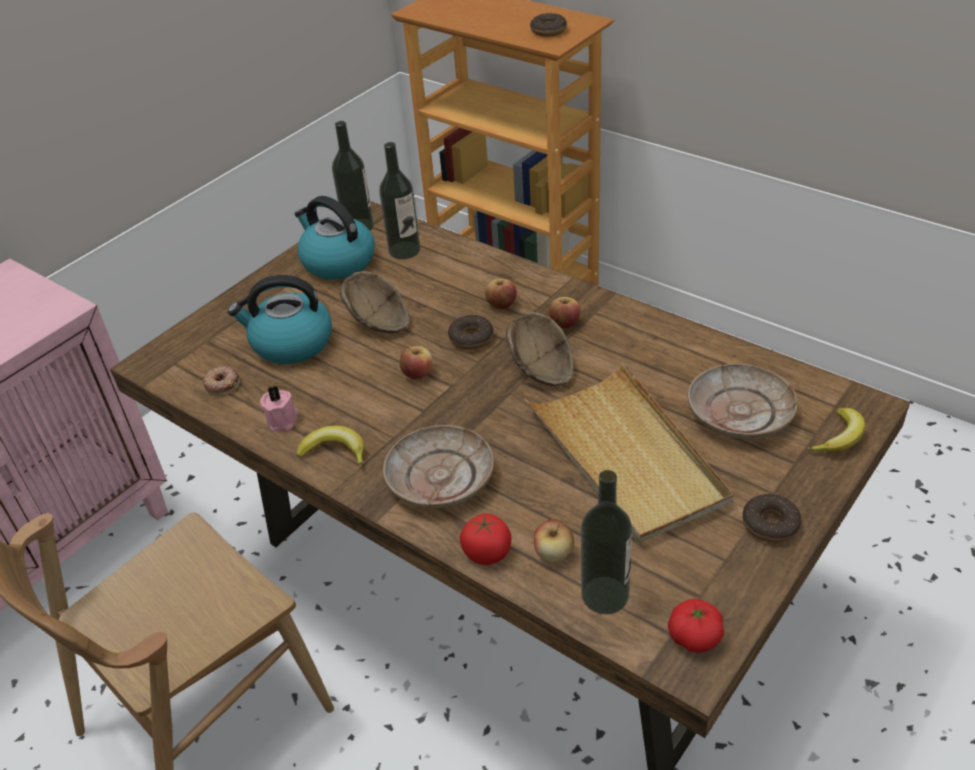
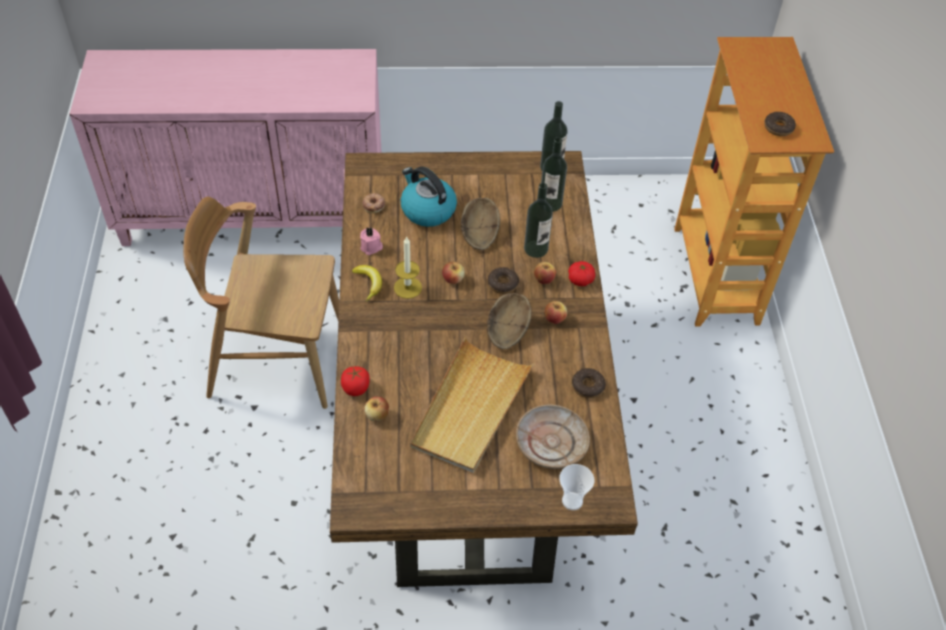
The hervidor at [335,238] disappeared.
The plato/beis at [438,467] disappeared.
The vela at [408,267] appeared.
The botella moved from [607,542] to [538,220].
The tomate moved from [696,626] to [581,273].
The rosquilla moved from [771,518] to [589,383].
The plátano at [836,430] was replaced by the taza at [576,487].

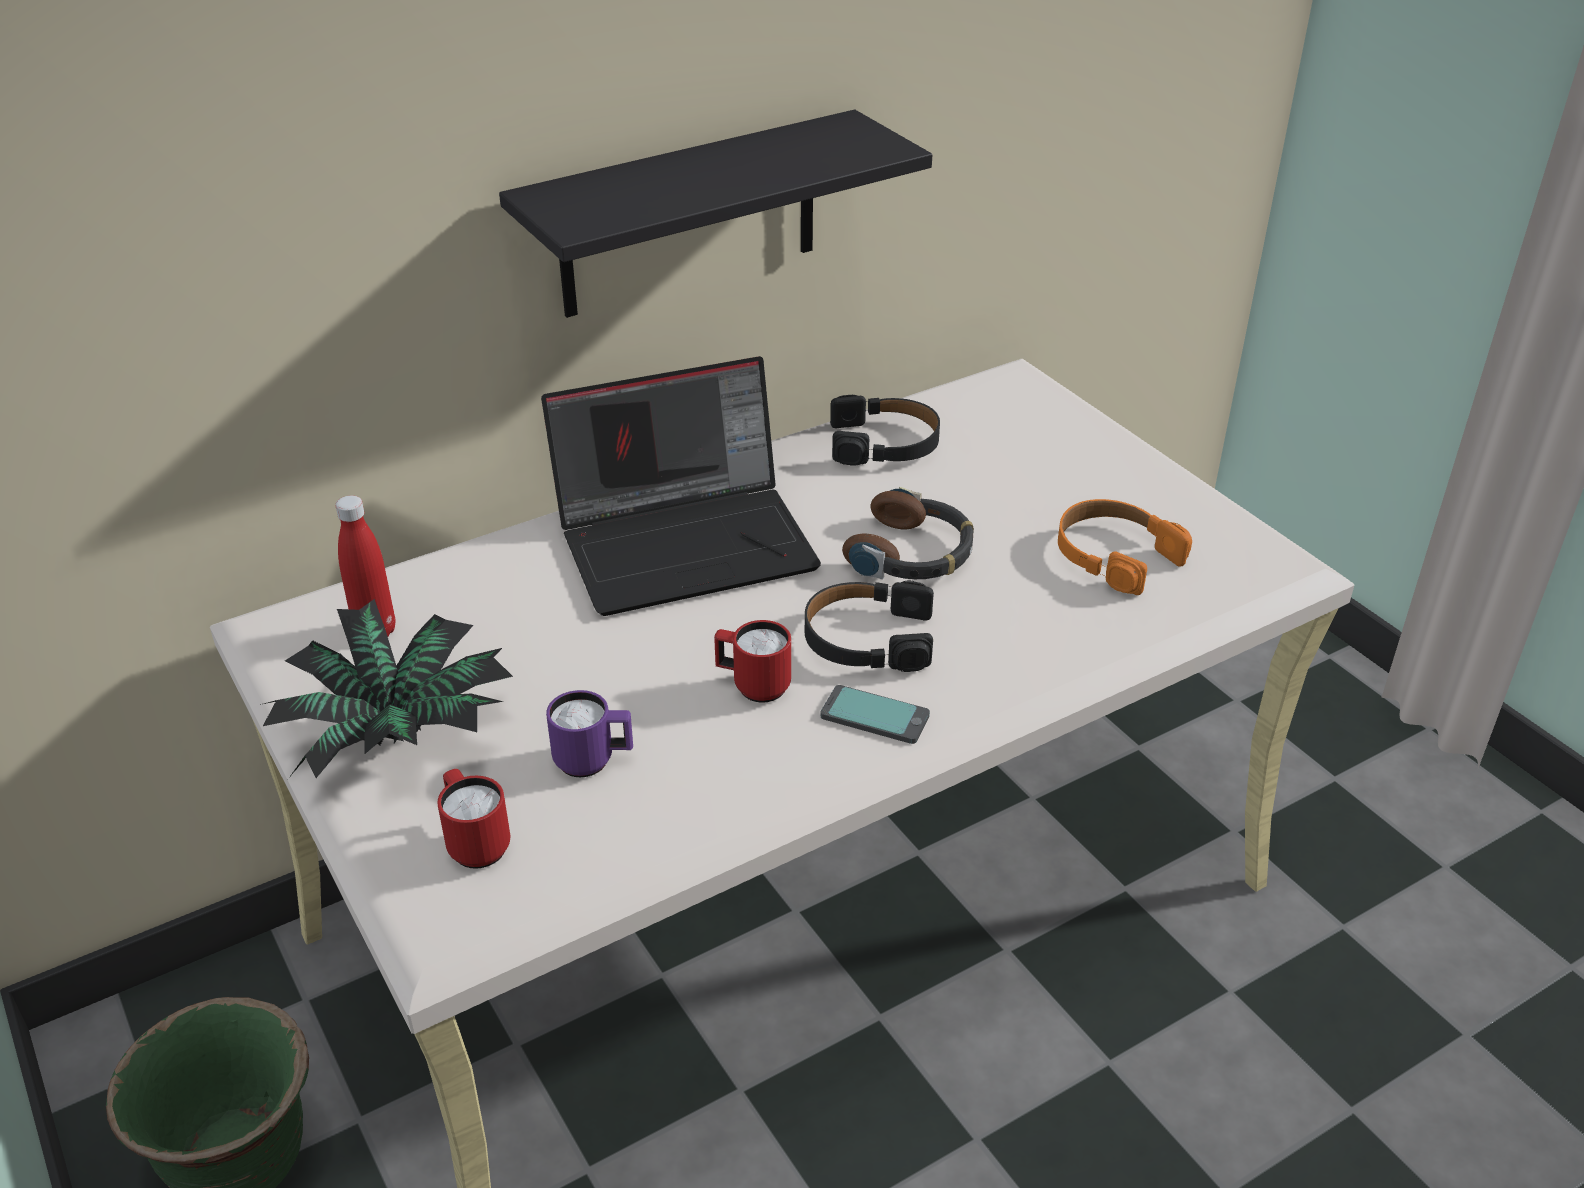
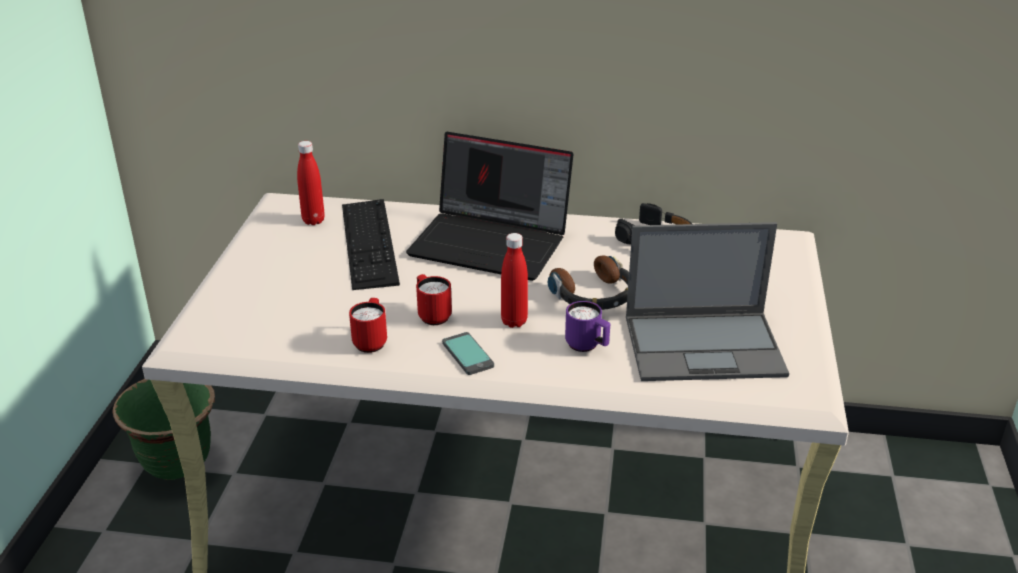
The planta en maceta at [386,689] disappeared.
The estante/negro at [715,214] disappeared.
The teclado at [371,244] appeared.
The taza grande/rojo moved from [473,819] to [368,325].
The taza grande/morado moved from [589,733] to [587,326].
The auriculares/negro at [869,626] was replaced by the botella/rojo at [514,280].
The auriculares/naranja at [1125,547] was replaced by the portátil at [707,301].

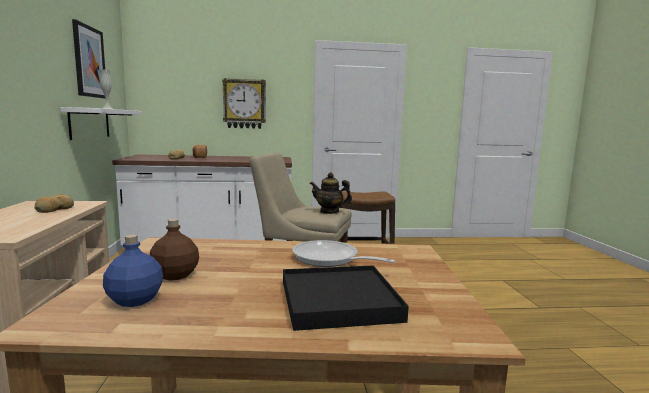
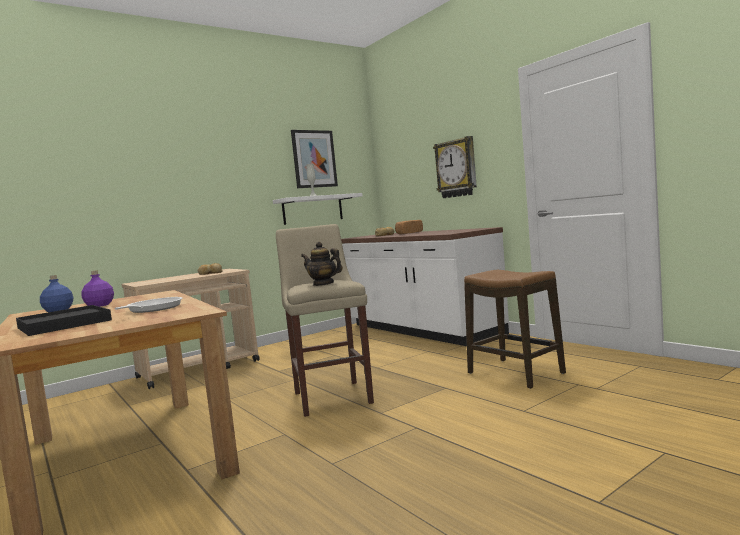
The botella/marrón at [174,249] became the botella/morado at [98,288].
The tetera at [331,193] turned 45 degrees counterclockwise.

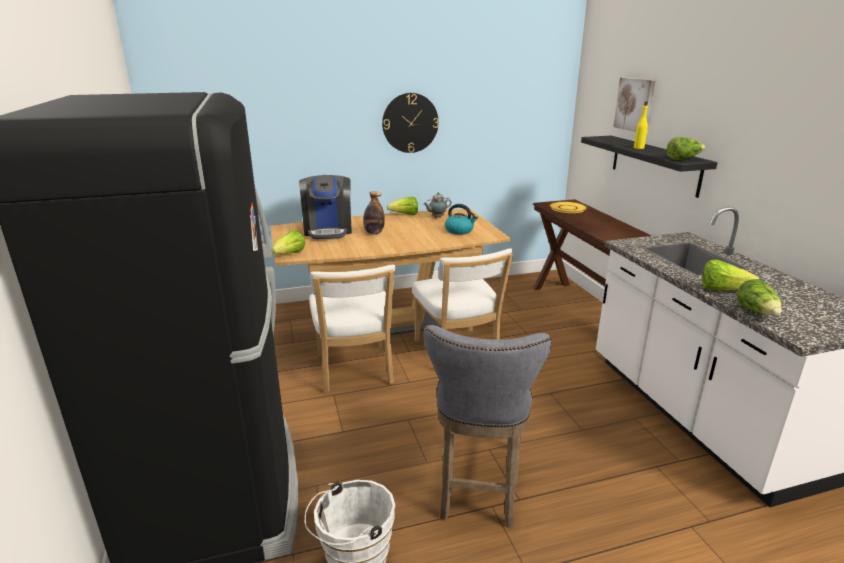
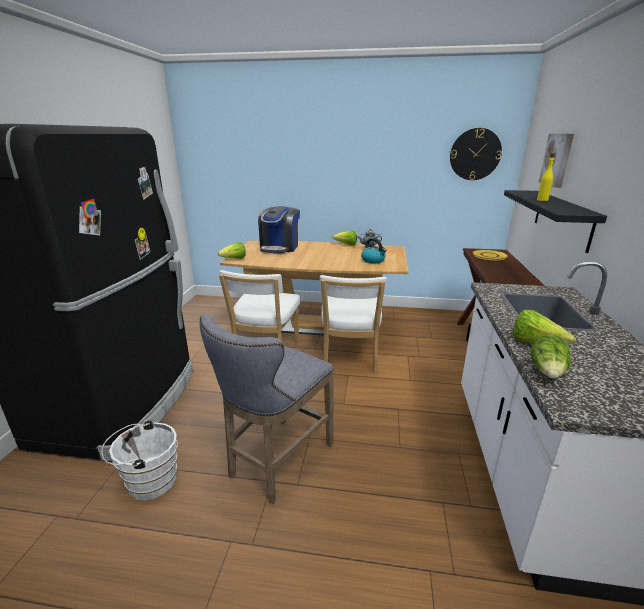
The botella at [374,212] disappeared.
The lechuga at [686,148] disappeared.
The reloj de pared moved from [410,123] to [476,154].

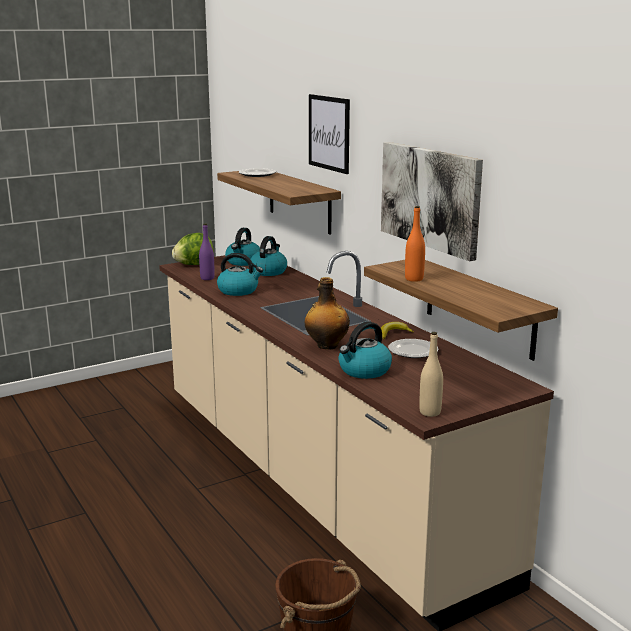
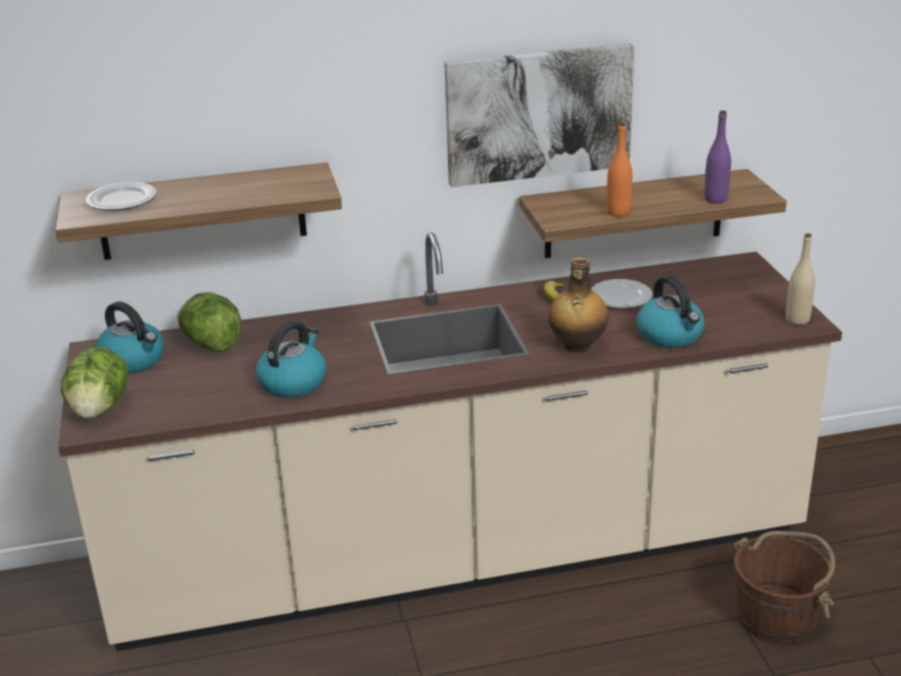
The cuadro at [329,134] disappeared.
The botella/morado moved from [207,252] to [717,156].
The hervidor at [269,256] was replaced by the lechuga at [209,322].

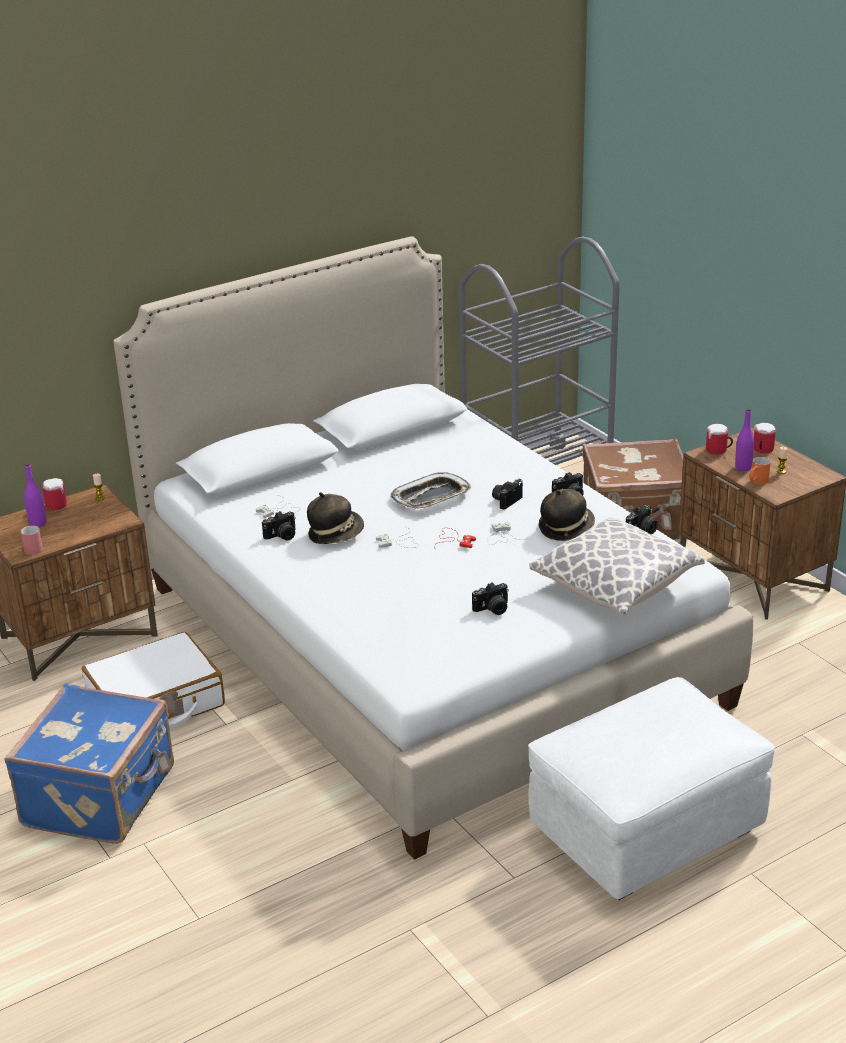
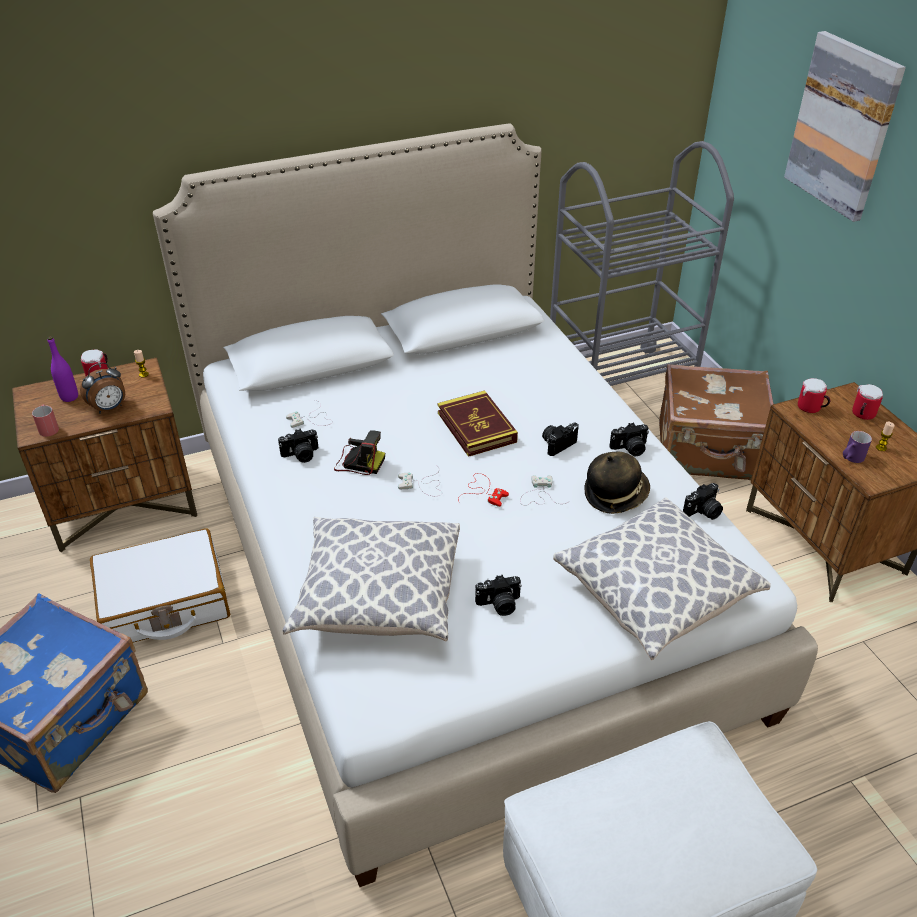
The botella/morado at [744,439] disappeared.
The despertador at [102,388] appeared.
The cojín at [371,579] appeared.
The cuadro at [845,126] appeared.
The sombrero at [335,518] was replaced by the cámara at [359,452].
The bandeja at [430,490] was replaced by the libro at [478,423].
The taza grande/naranja at [760,470] became the taza grande/morado at [857,447].

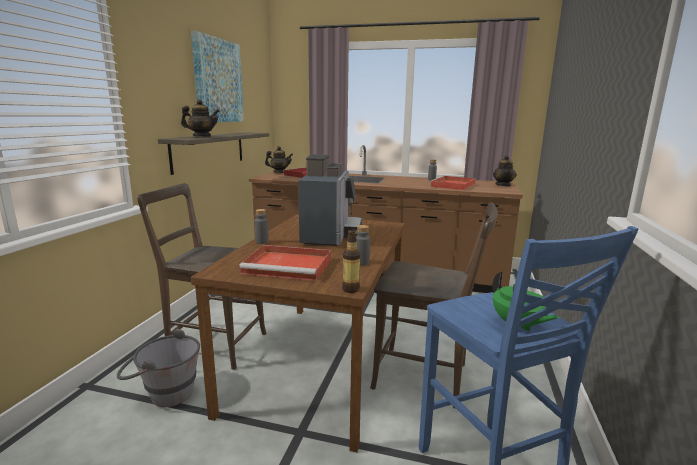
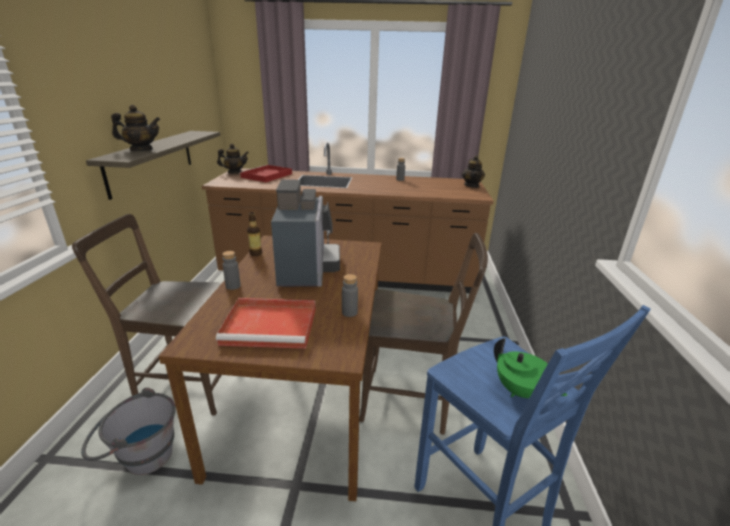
The cuadro at [217,76] disappeared.
The bandeja/rojo at [452,183] disappeared.
The botella moved from [351,261] to [254,234].

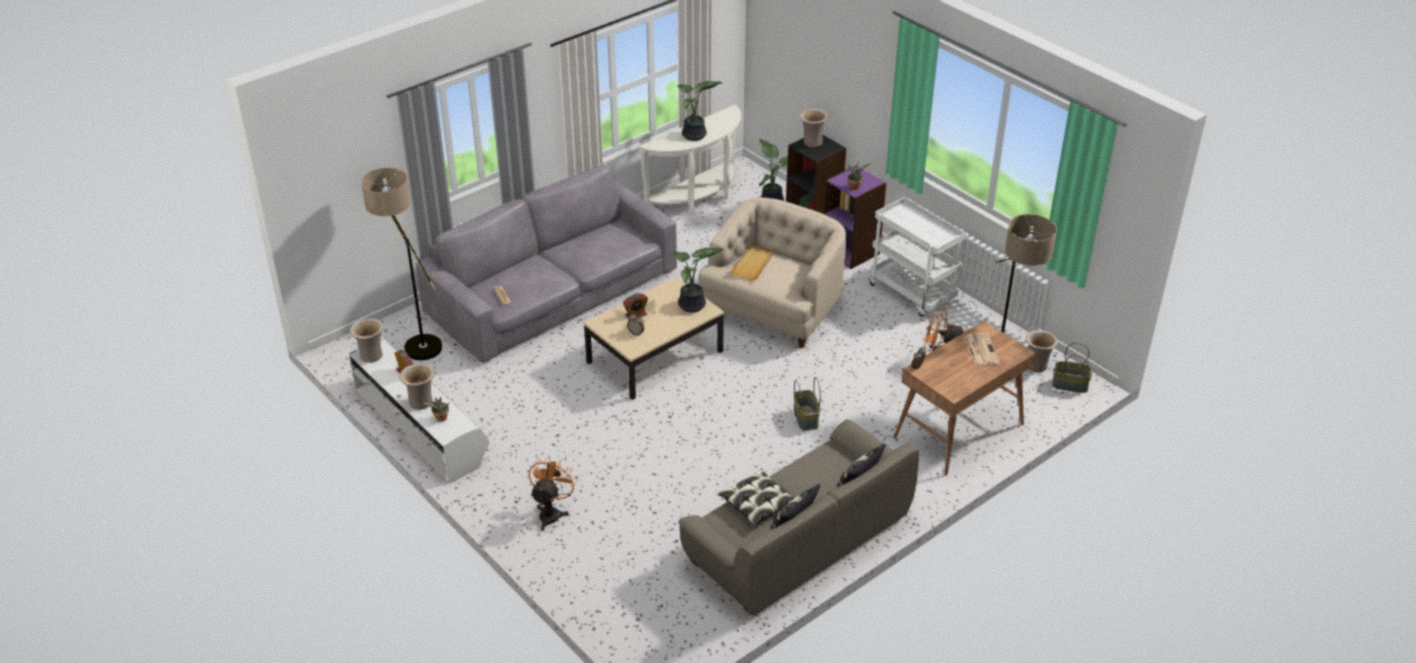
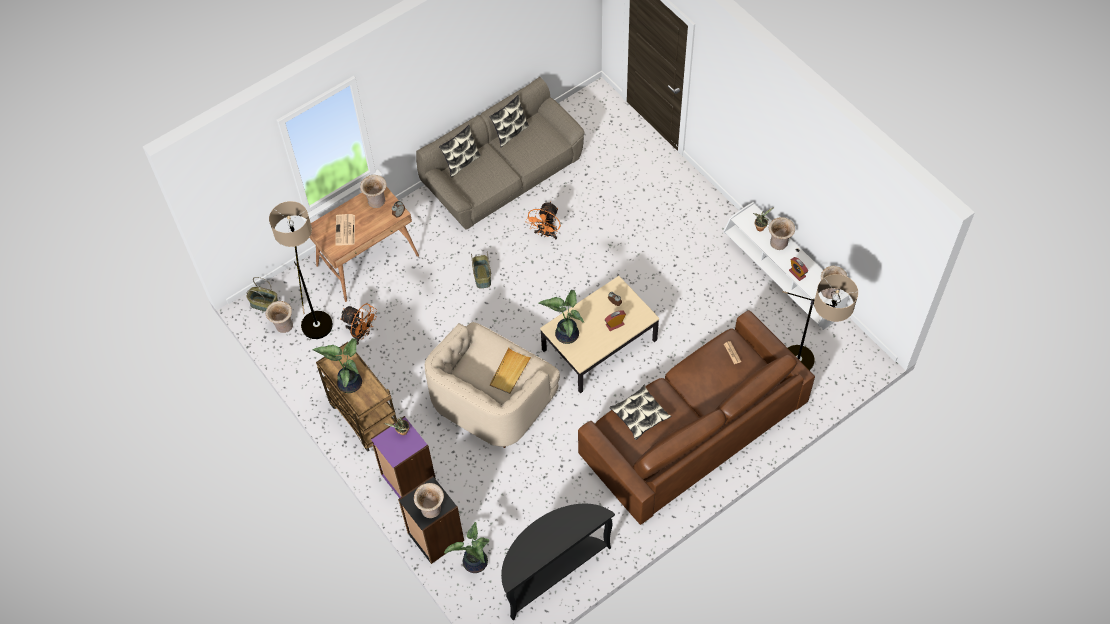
The florero/beis at [373,191] appeared.
The ventilador/naranja moved from [553,493] to [543,220].
The planta en maceta moved from [700,111] to [337,365].
The cojín moved from [755,498] to [640,412].
The sofá/gris at [546,264] became the sofá/marrón at [696,417].
The mesa consola/blanco at [689,160] became the mesa consola/negro at [558,562].
The carrito/blanco at [918,257] became the carrito/marrón at [356,396].

